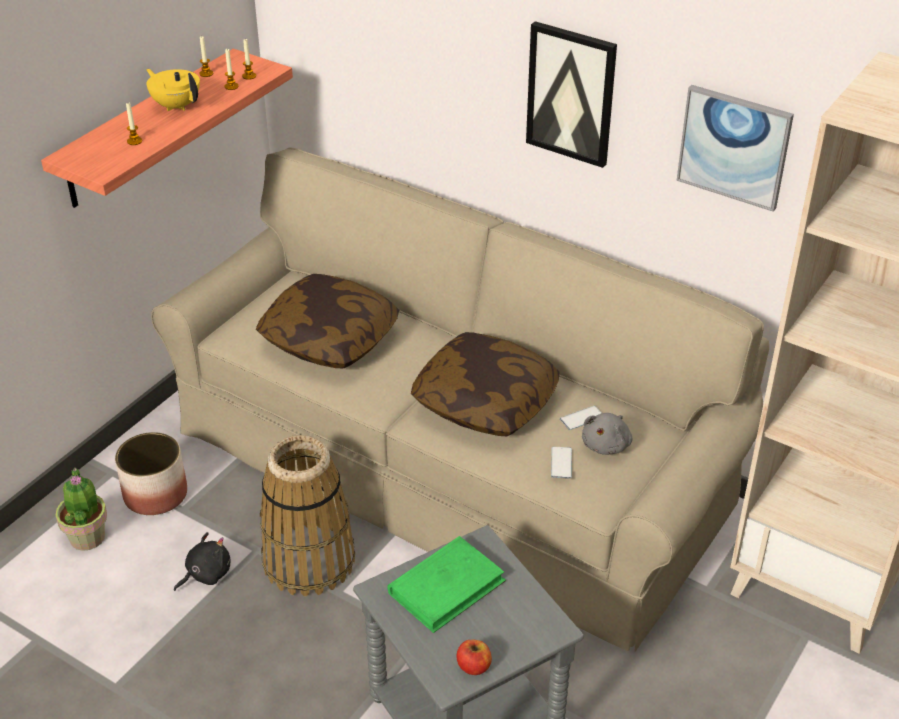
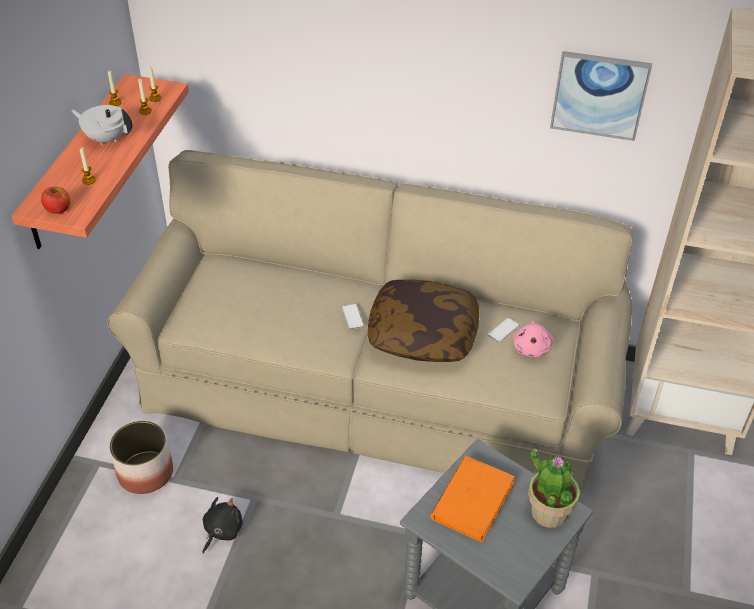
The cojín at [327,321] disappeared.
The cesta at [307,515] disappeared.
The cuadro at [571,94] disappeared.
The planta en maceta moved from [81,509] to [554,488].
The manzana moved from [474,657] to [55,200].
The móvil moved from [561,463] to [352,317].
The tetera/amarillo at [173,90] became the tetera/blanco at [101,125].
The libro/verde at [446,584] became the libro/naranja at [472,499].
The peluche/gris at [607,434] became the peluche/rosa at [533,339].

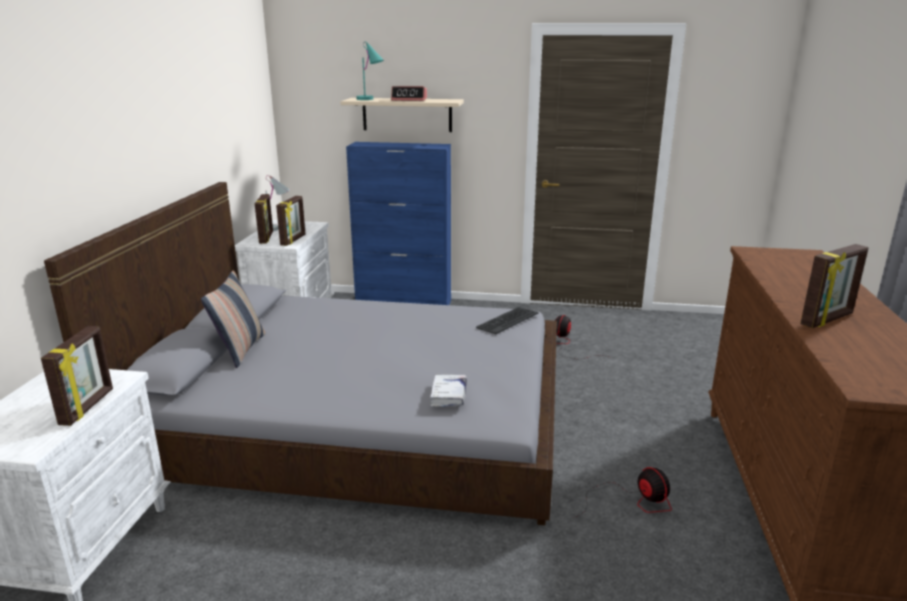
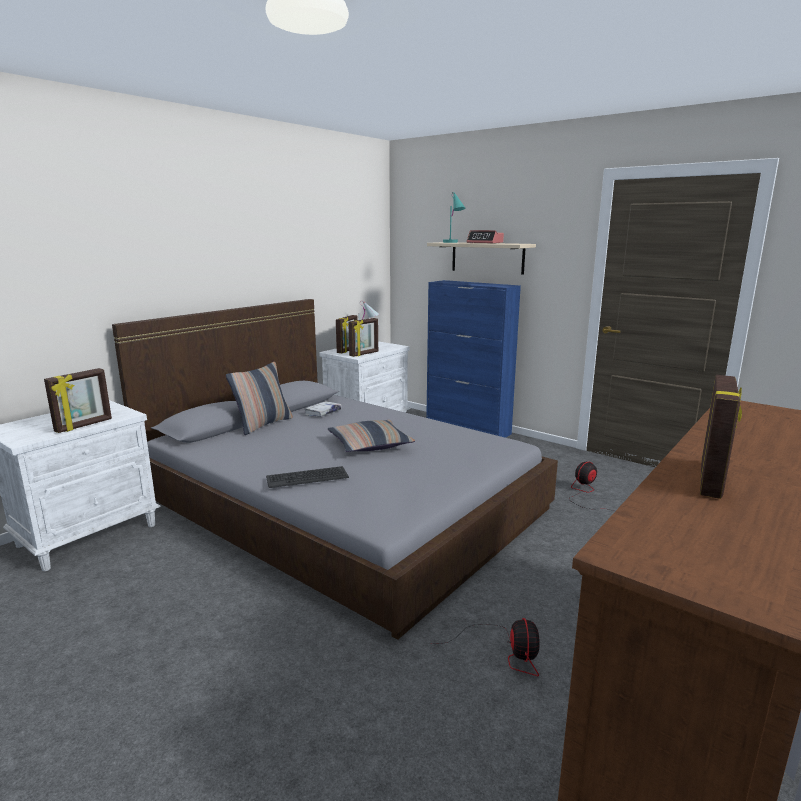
The cojín at [371,436] appeared.
The libro/blanco moved from [448,390] to [323,409].
The teclado moved from [507,320] to [307,477].
The portarretratos at [834,286] turned 60 degrees counterclockwise.

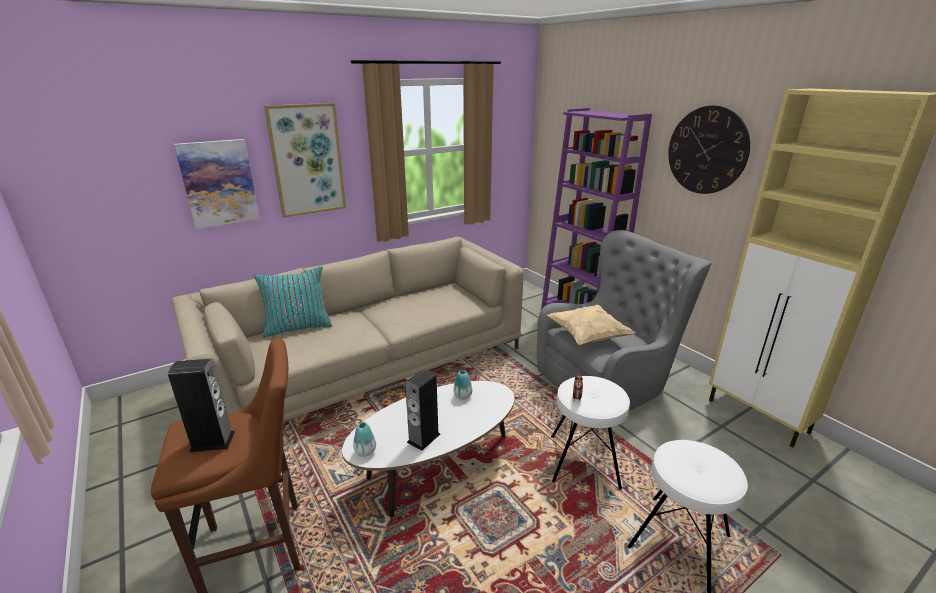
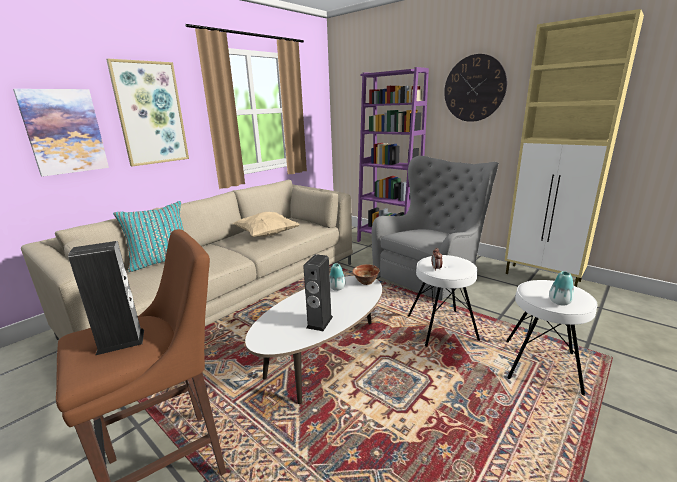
The cuenco at [366,274] appeared.
The florero moved from [364,439] to [561,288].
The cojín/beis moved from [591,325] to [266,224].

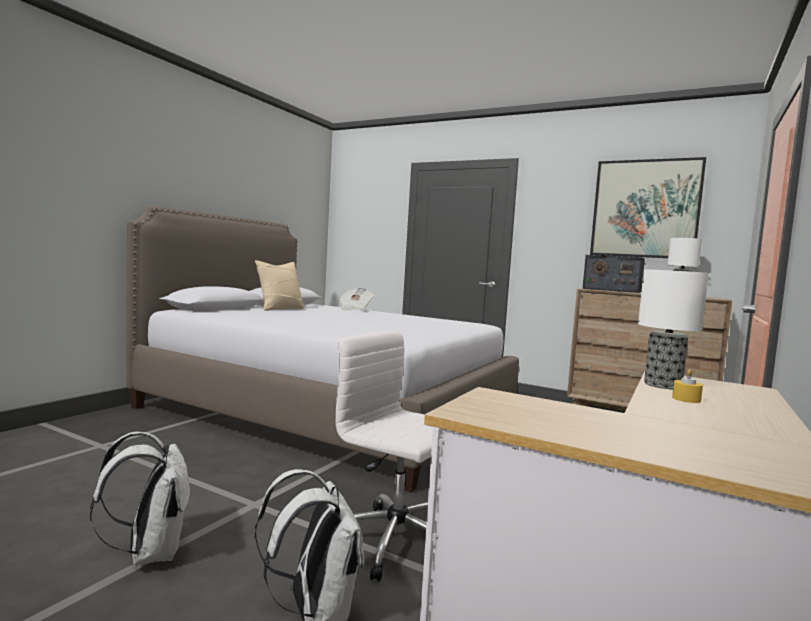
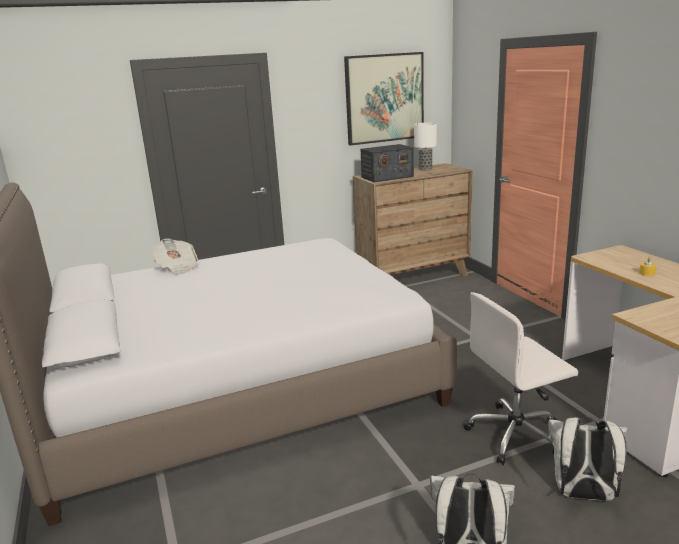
The cojín/beis at [280,285] disappeared.
The lámpara de mesa at [673,329] disappeared.

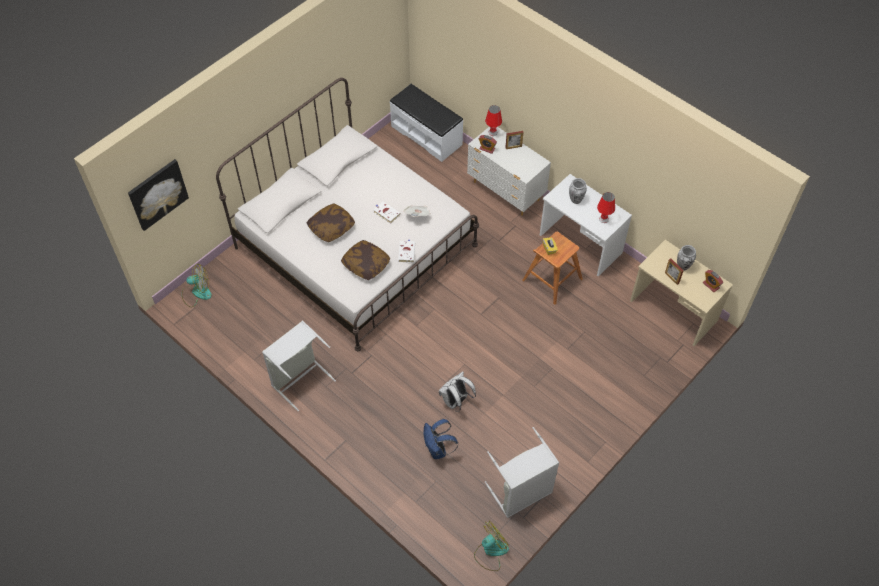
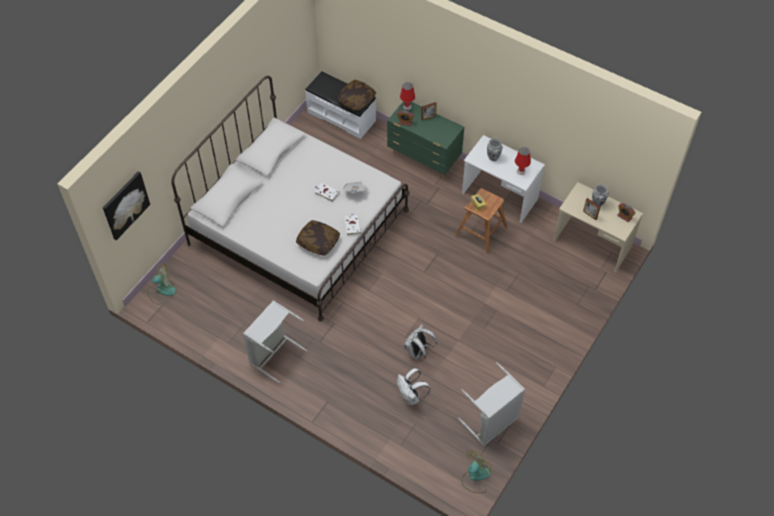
The cojín moved from [330,223] to [356,95].
The mochila/azul at [440,439] became the mochila/blanco at [413,387].
The cómoda/blanco at [509,171] became the cómoda/verde at [425,139].

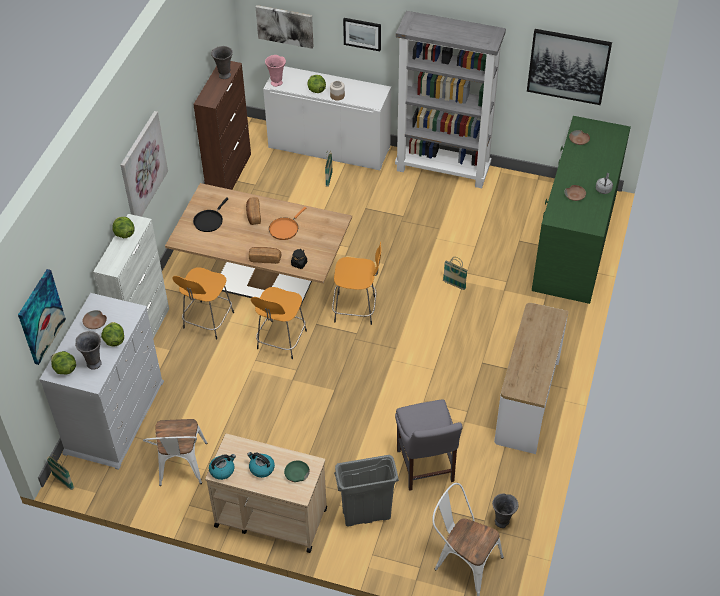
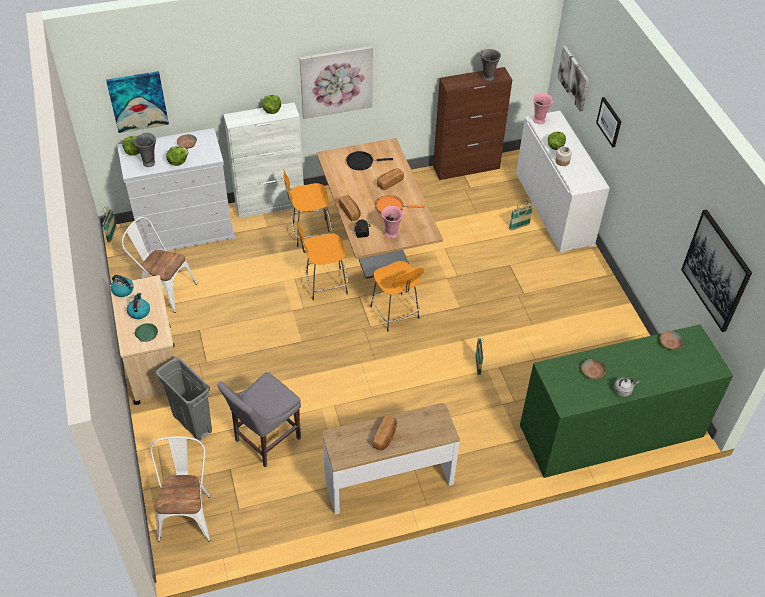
The estantería/gris at [450,99] disappeared.
The florero/gris at [505,510] disappeared.
The pan at [385,433] appeared.
The florero/rosa at [392,222] appeared.
The silla/blanco at [175,452] turned 60 degrees clockwise.

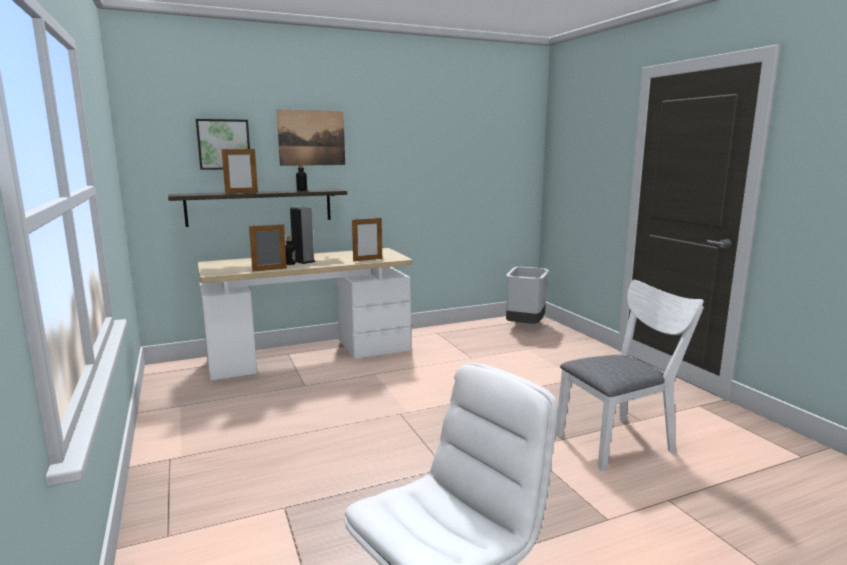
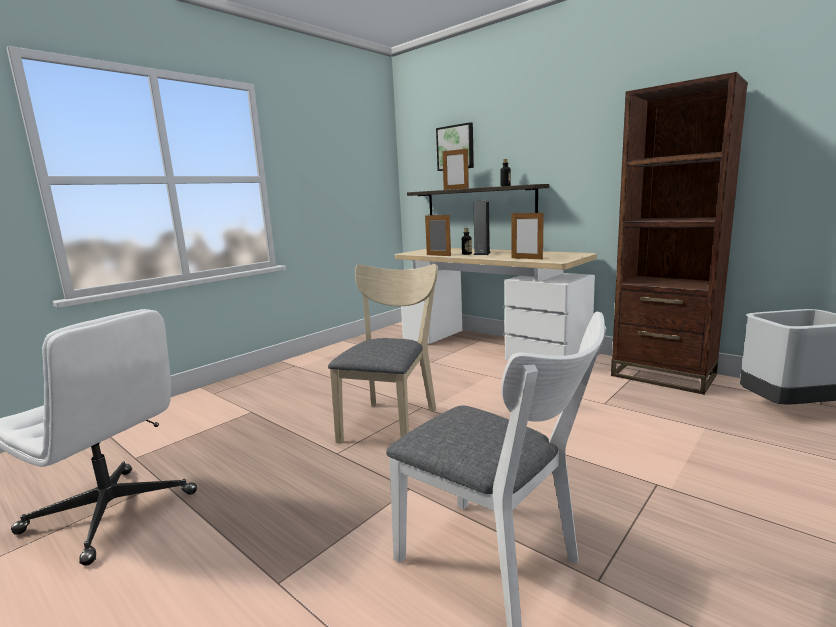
The cuadro at [311,137] disappeared.
The silla/beis at [383,354] appeared.
The estantería/marrón at [679,233] appeared.

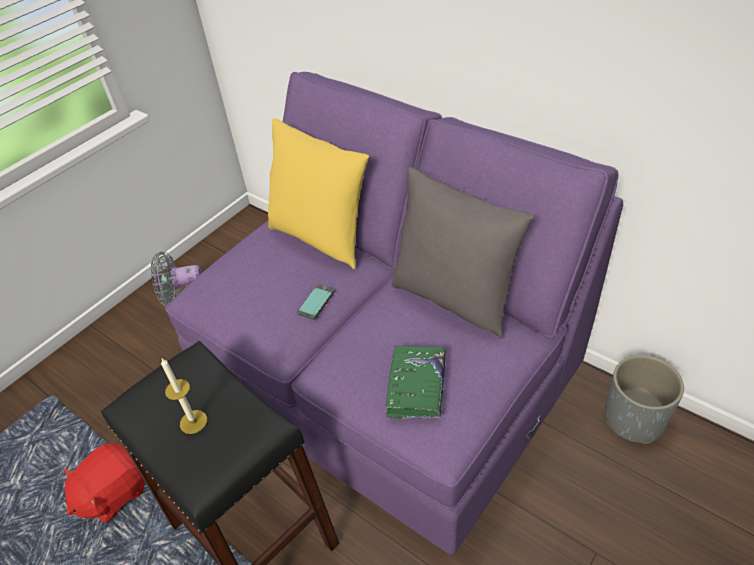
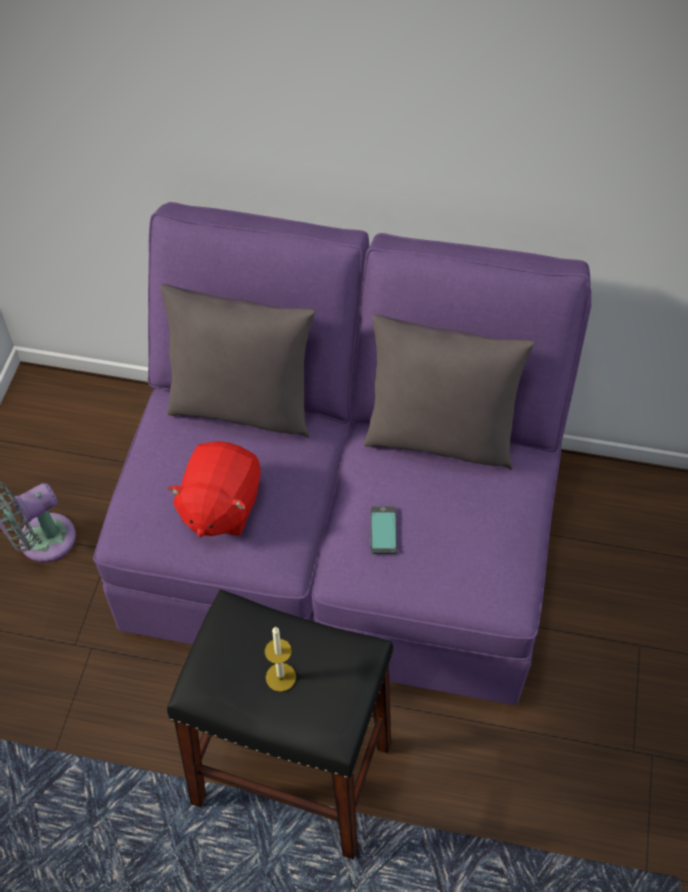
The libro/verde at [415,382] disappeared.
The maceta/gris at [644,399] disappeared.
The peluche/rojo moved from [103,483] to [214,489].
The móvil moved from [316,302] to [383,530].
The cojín/amarillo at [318,193] became the cojín/gris at [237,361].

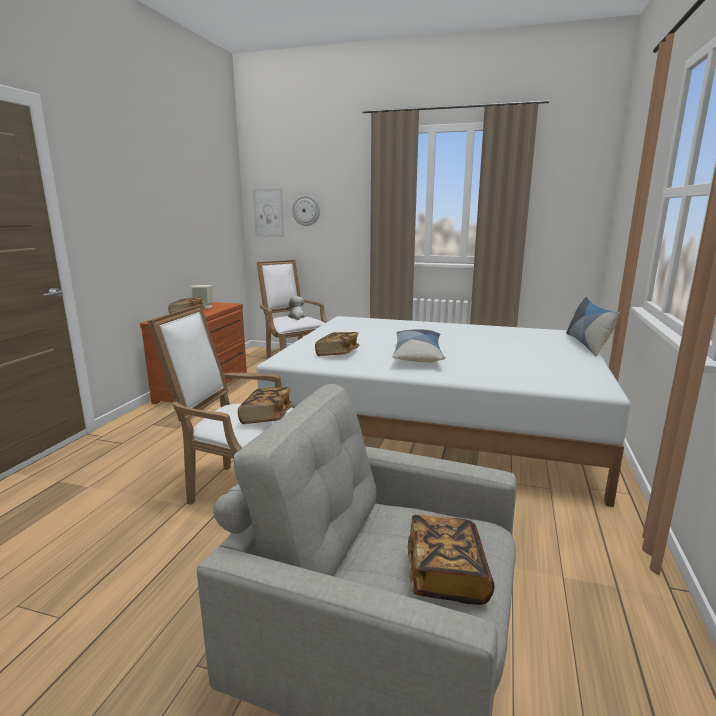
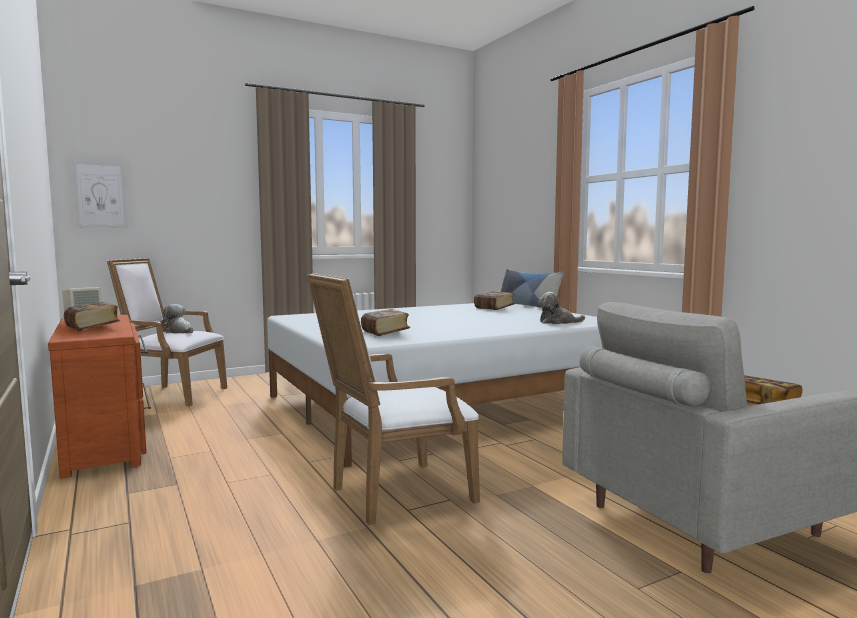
The reloj de pared at [306,210] disappeared.
The cojín at [419,346] disappeared.
The peluche at [561,308] appeared.
The libro moved from [265,405] to [494,300].

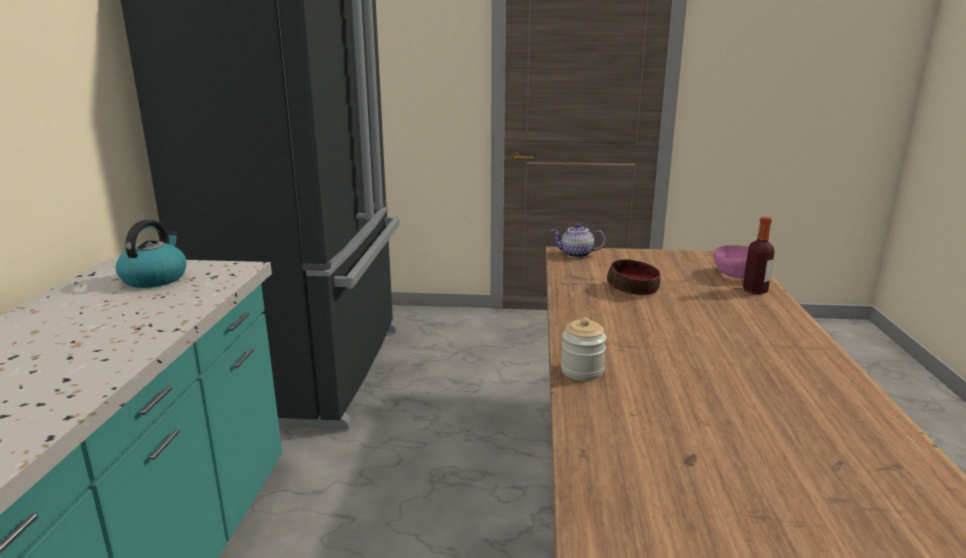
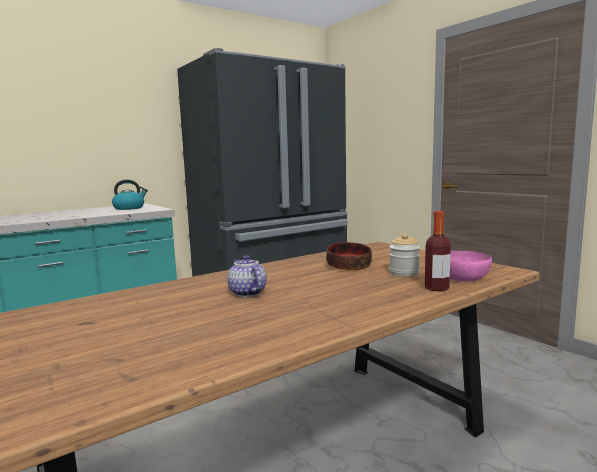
The tetera moved from [578,240] to [247,276].
The tarro moved from [584,349] to [404,255].

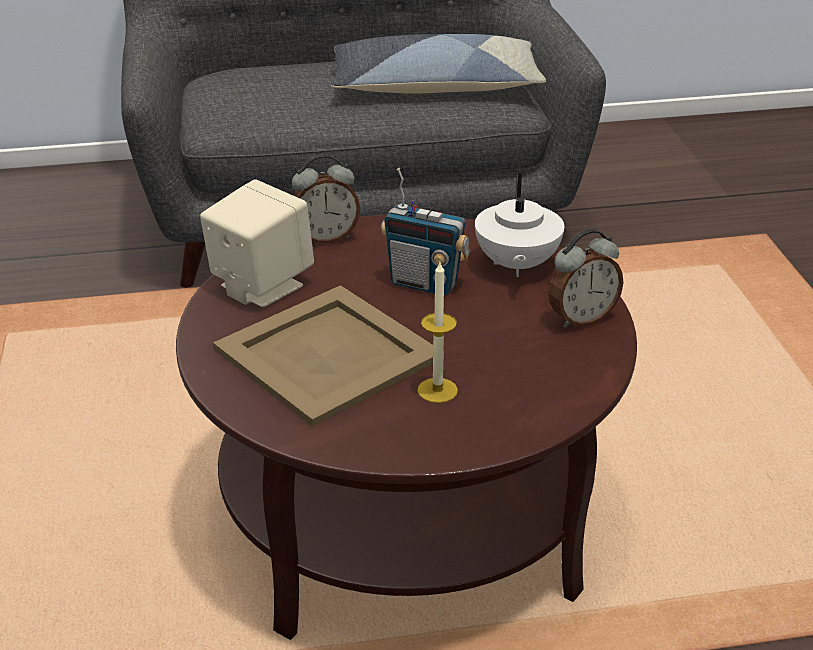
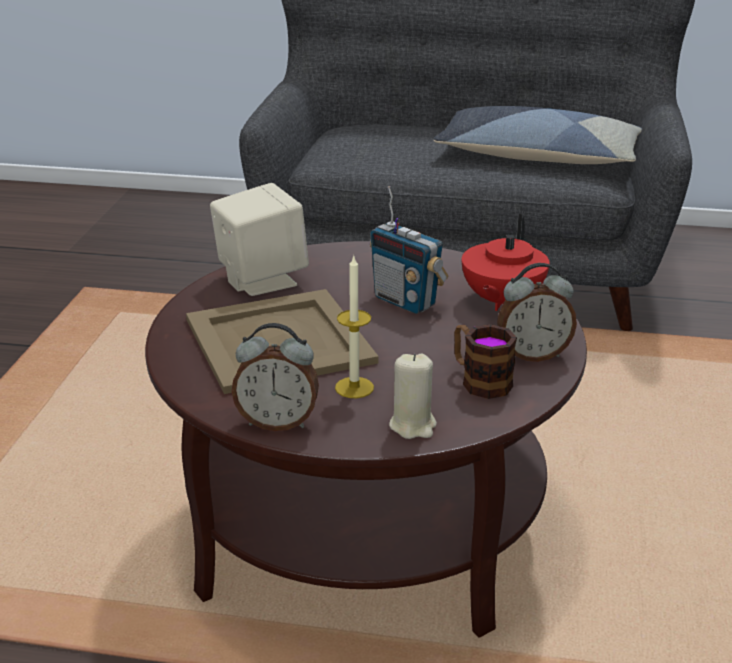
The vela/beis at [413,396] appeared.
The taza grande at [485,361] appeared.
The despertador moved from [326,199] to [275,377].
The tetera/blanco at [519,225] became the tetera/rojo at [506,262].

